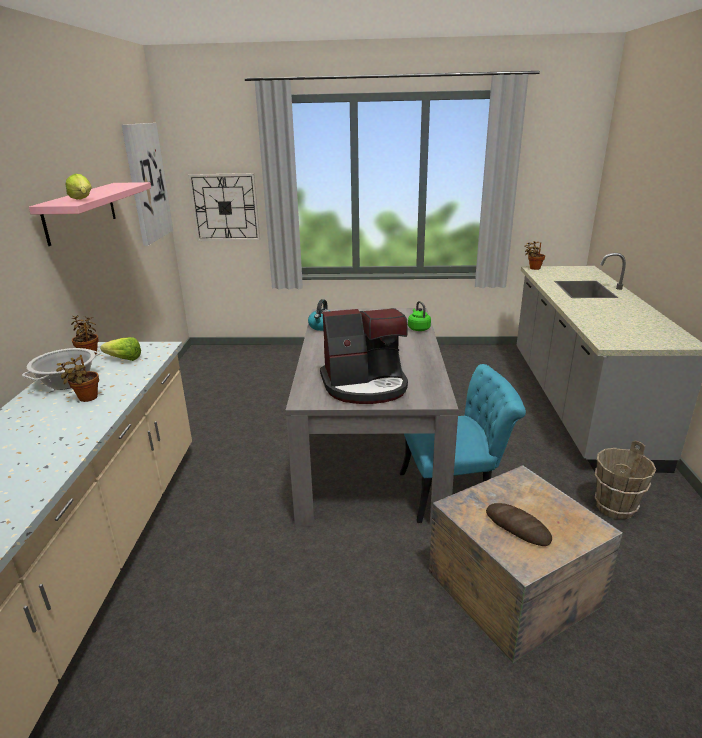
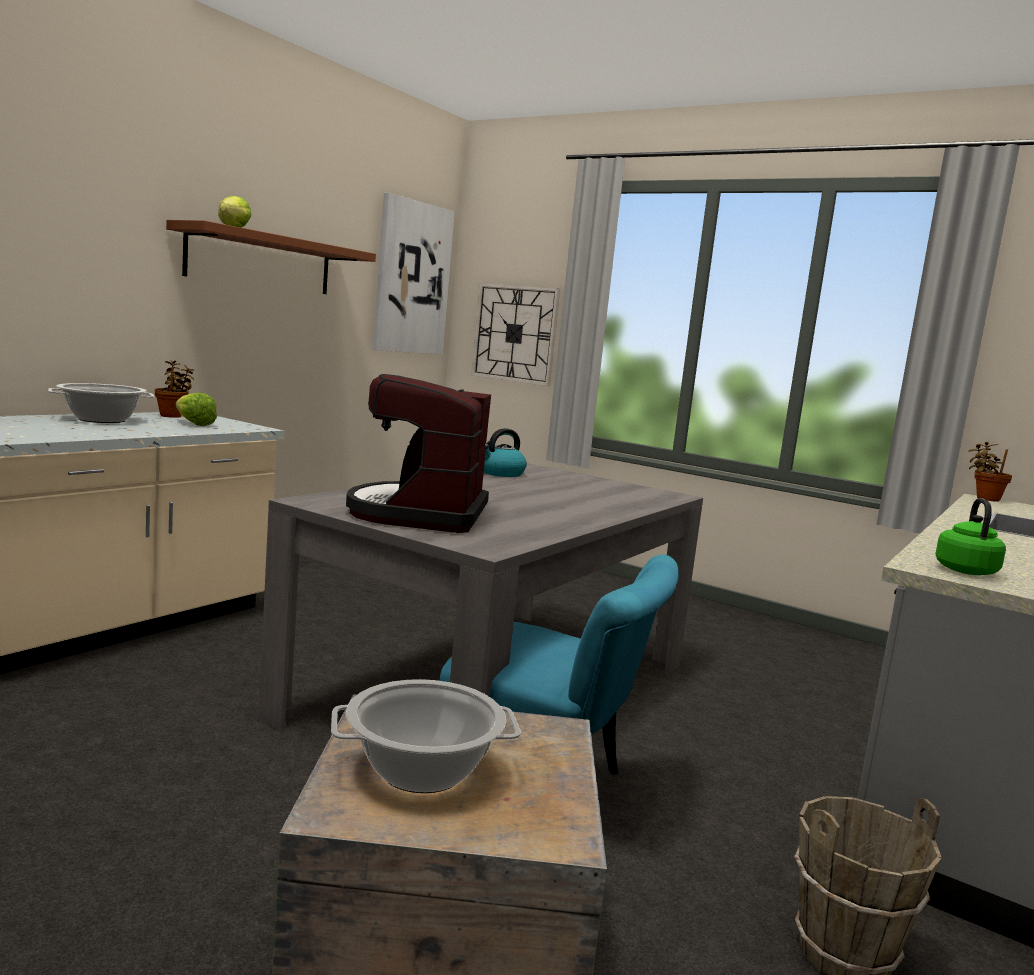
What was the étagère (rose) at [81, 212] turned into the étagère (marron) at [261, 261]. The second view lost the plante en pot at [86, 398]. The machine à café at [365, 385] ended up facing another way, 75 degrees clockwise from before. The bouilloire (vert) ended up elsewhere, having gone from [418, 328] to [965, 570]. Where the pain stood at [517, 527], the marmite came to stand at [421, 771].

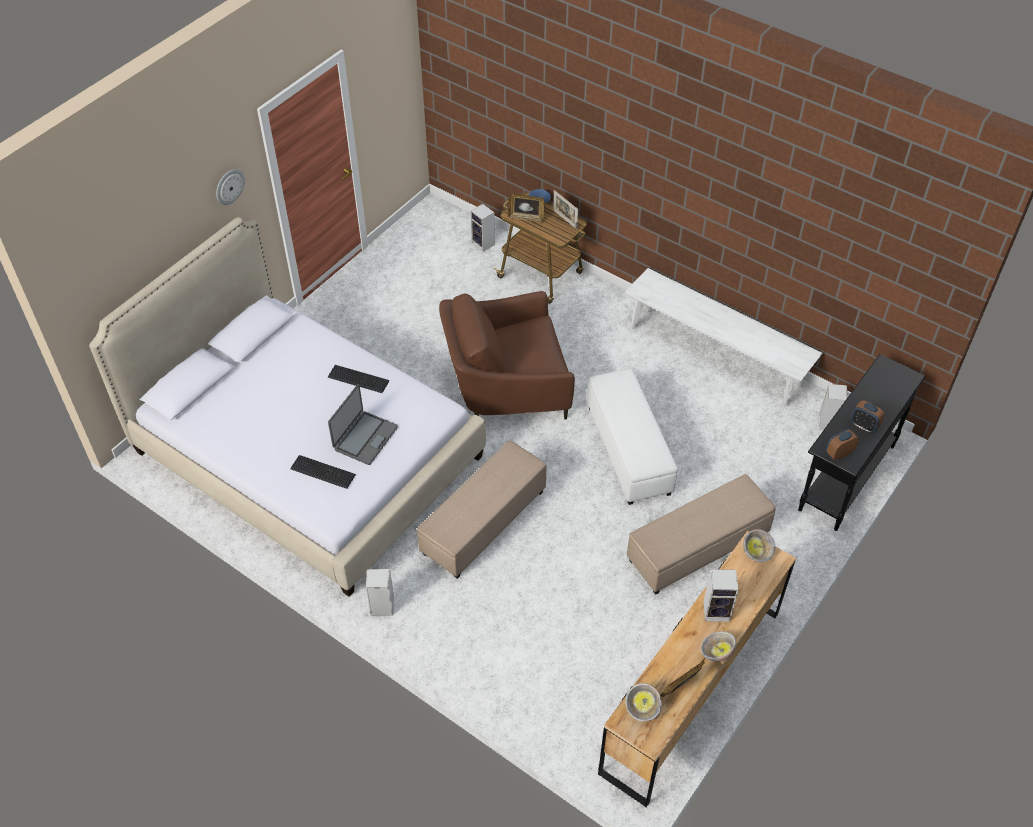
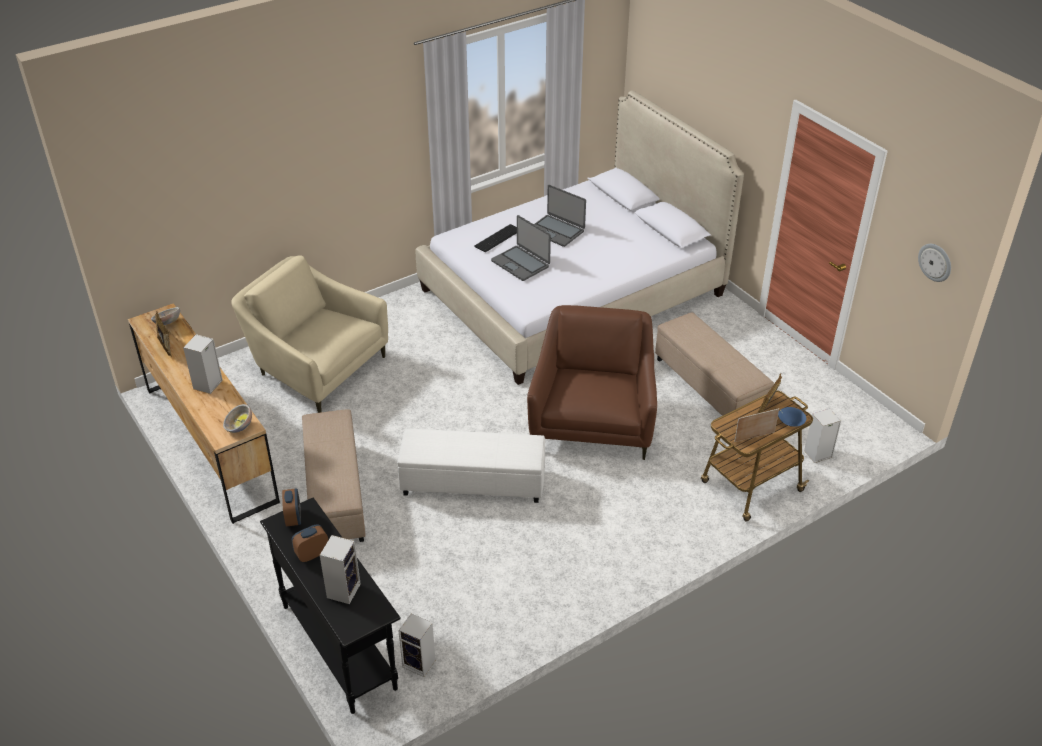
The horloge murale ended up elsewhere, having gone from [229, 186] to [935, 262]. The second view lost the clavier at [358, 378]. The enceinte ended up elsewhere, having gone from [381, 607] to [343, 589]. The pouf (beige) ended up elsewhere, having gone from [483, 522] to [710, 386]. The second view lost the banc (blanc) at [715, 356]. The second view lost the bol at [716, 652]. The second view gained the fauteuil (beige) at [316, 368]. The second view gained the ordinateur portable at [556, 231].

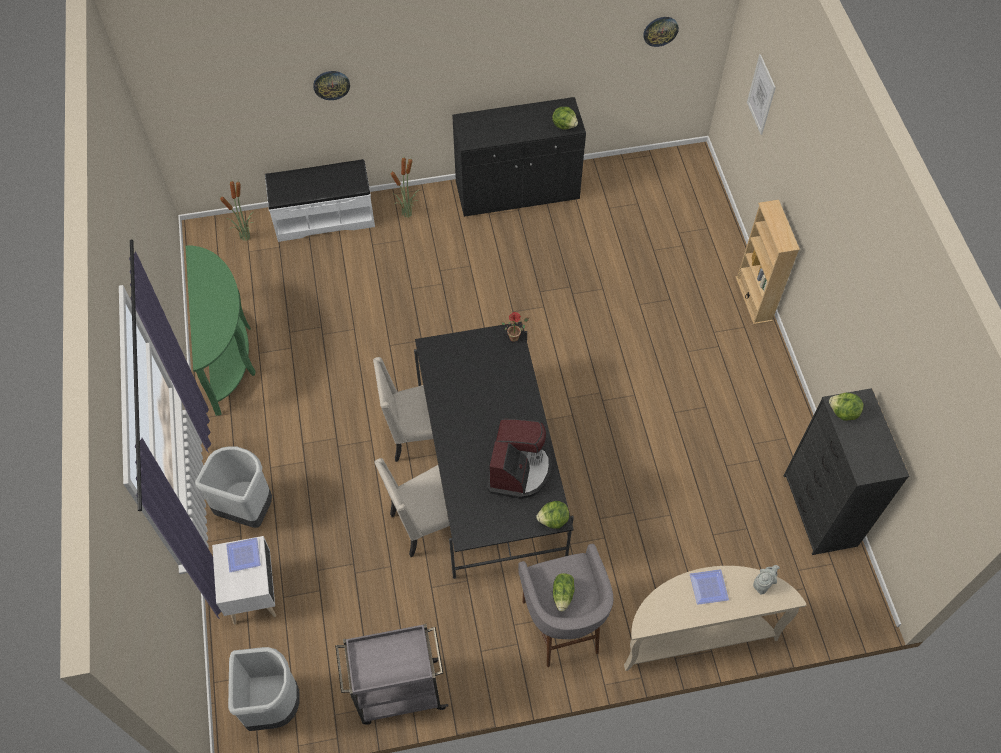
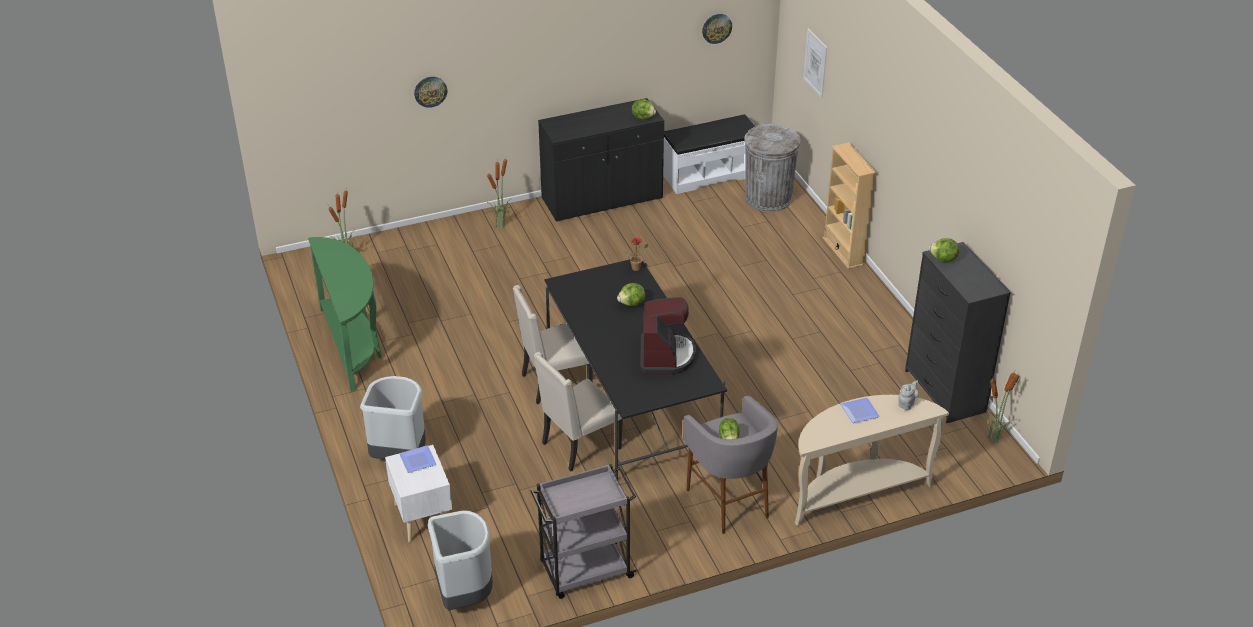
The banc (blanc) ended up elsewhere, having gone from [324, 217] to [709, 174]. The laitue ended up elsewhere, having gone from [553, 520] to [632, 304]. The second view gained the poubelle (gris) at [768, 198]. The second view gained the plante en pot at [994, 441].

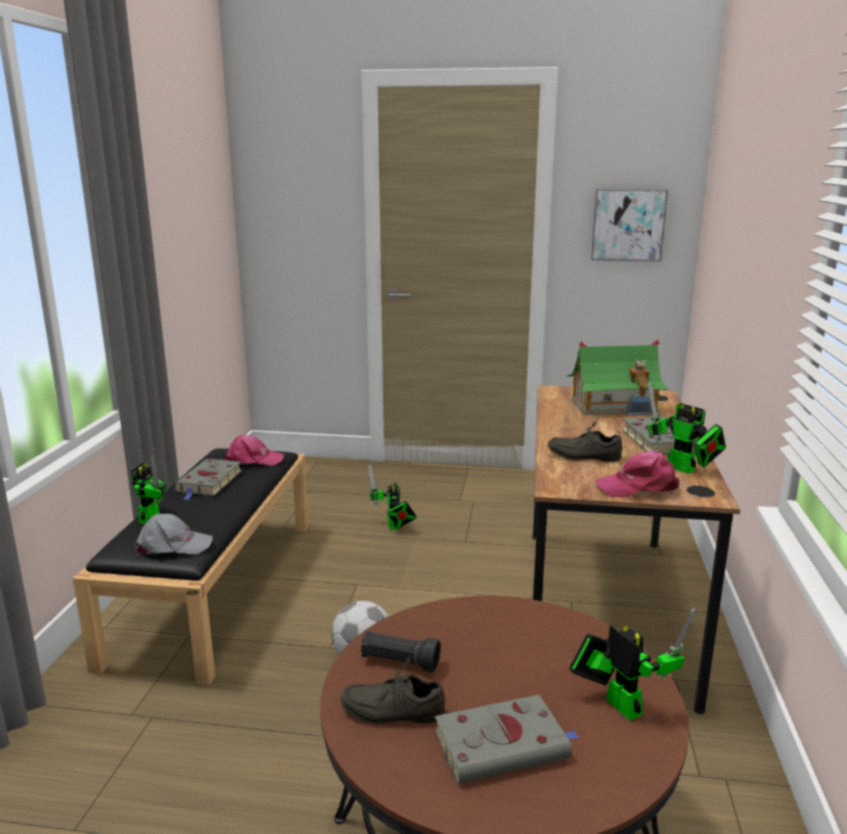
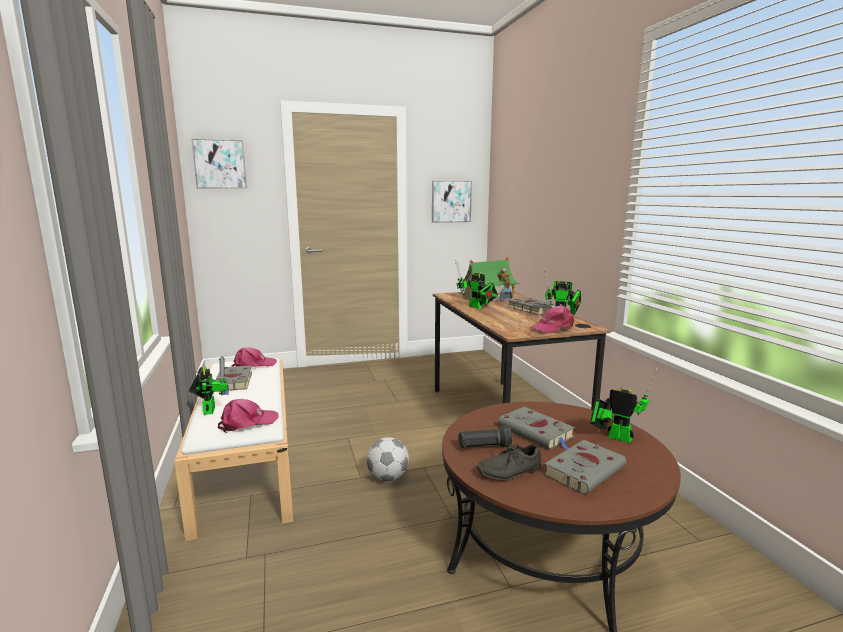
What was the banc (noir) at [216, 587] turned into the banc (blanc) at [246, 461]. What was the casquette (gris) at [173, 546] turned into the casquette (rose) at [247, 422]. The robot jouet ended up elsewhere, having gone from [393, 527] to [477, 307]. The second view lost the chaussure (gris) at [583, 455]. The second view gained the tableau at [220, 164]. The second view gained the livre (gris) at [537, 433].

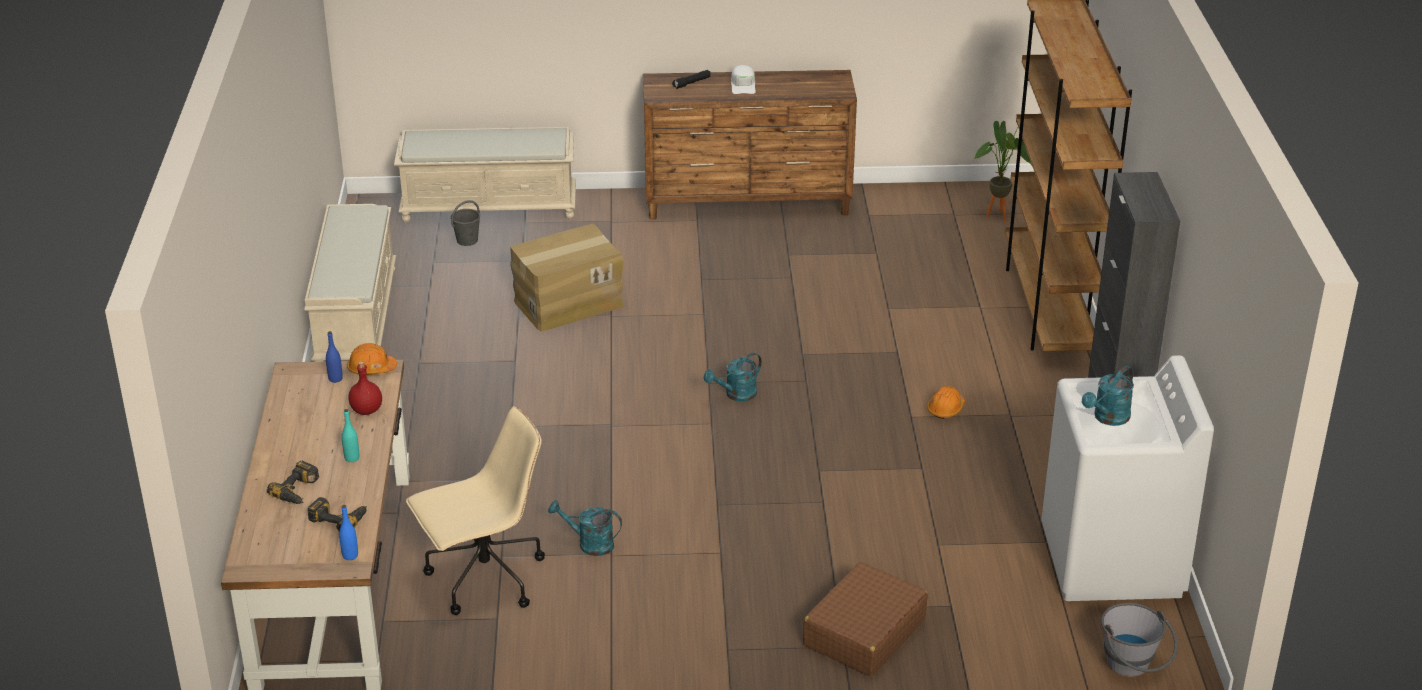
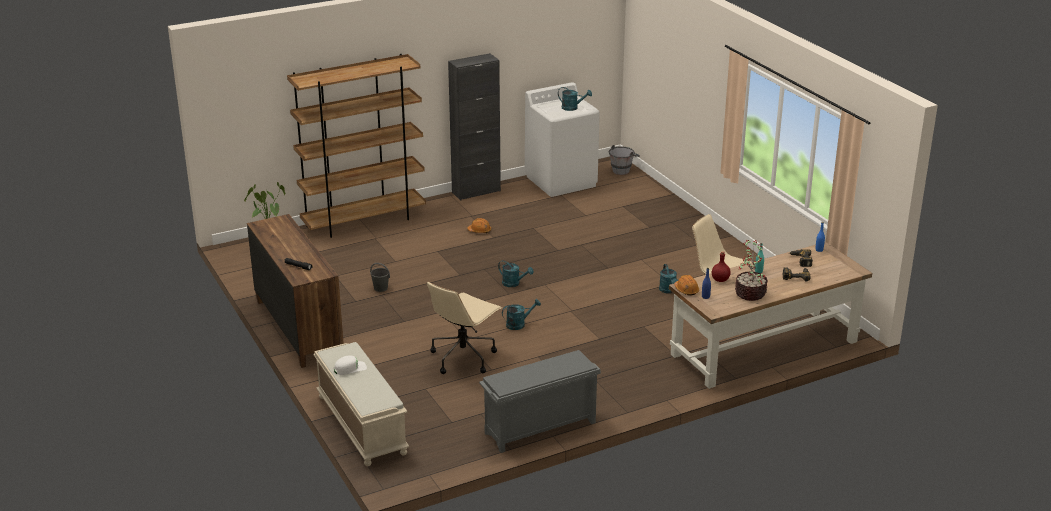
Where the banc (beige) stood at [355, 317], the étagère à chaussures (gris) came to stand at [539, 428]. The seau (gris) ended up elsewhere, having gone from [467, 240] to [380, 288]. Where the carton stood at [567, 303], the chaise de bureau (beige) came to stand at [463, 357]. The casquette (blanc) ended up elsewhere, having gone from [743, 85] to [350, 368]. The second view lost the valise (marron) at [863, 633]. The second view gained the arrosoir (turquoise) at [519, 324]. The second view gained the plante en pot at [749, 293].

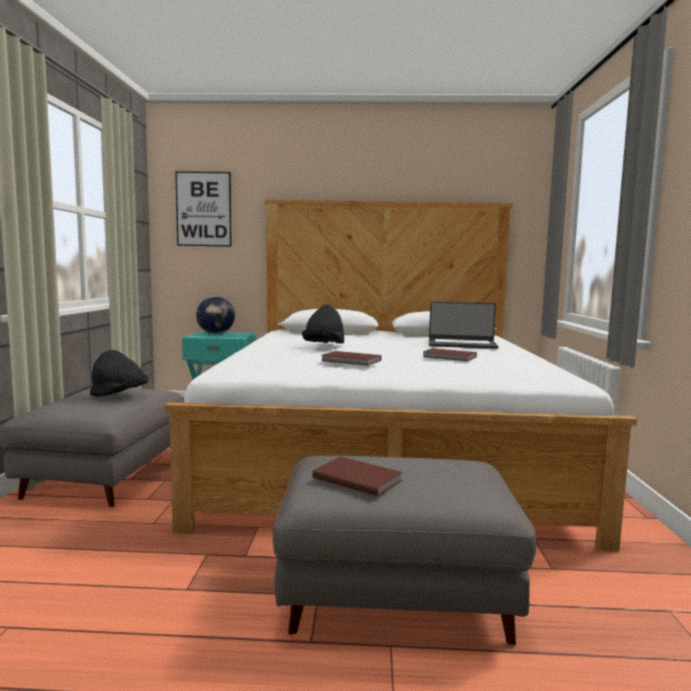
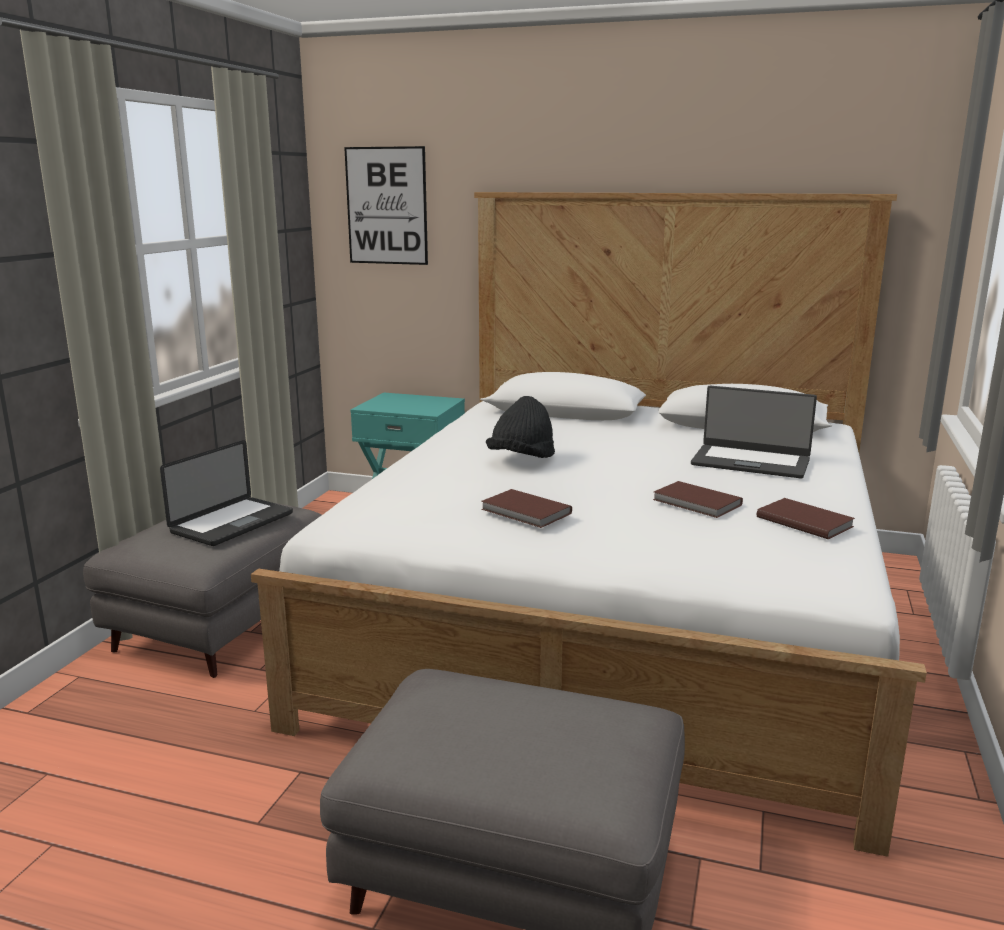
Where the chapeau (noir) stood at [119, 396], the ordinateur portable came to stand at [232, 523]. The second view lost the globe at [216, 334]. The livre (marron) ended up elsewhere, having gone from [357, 478] to [804, 521].

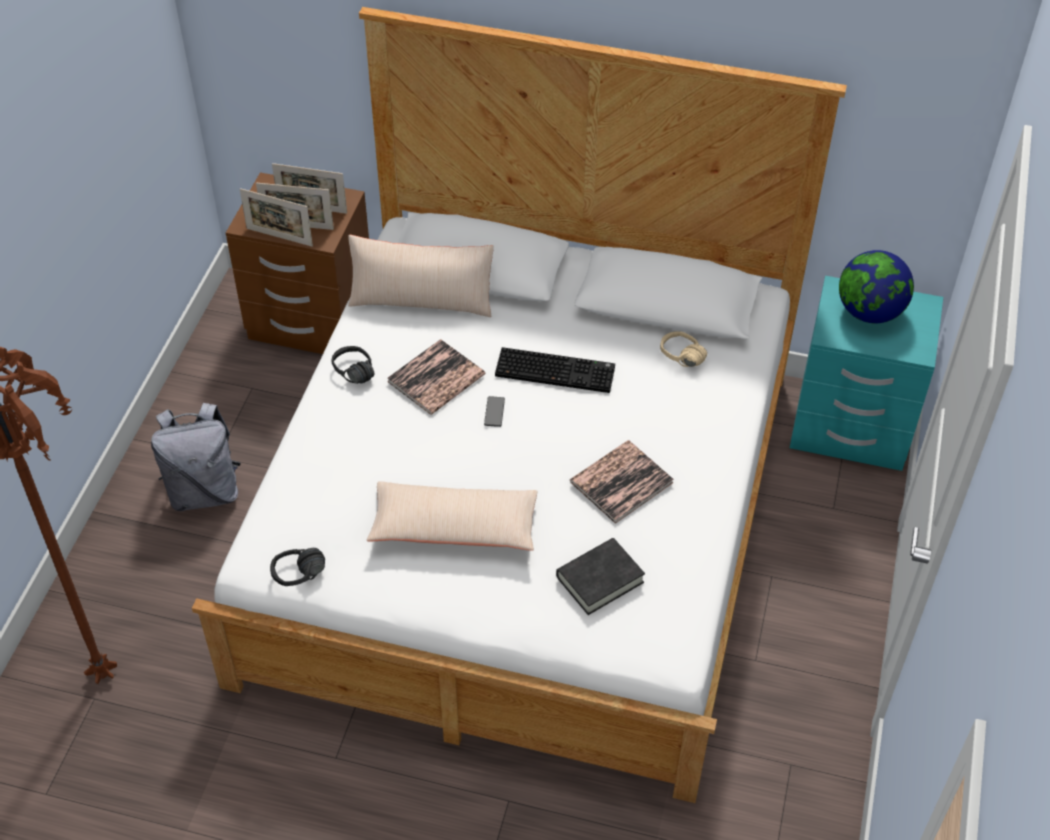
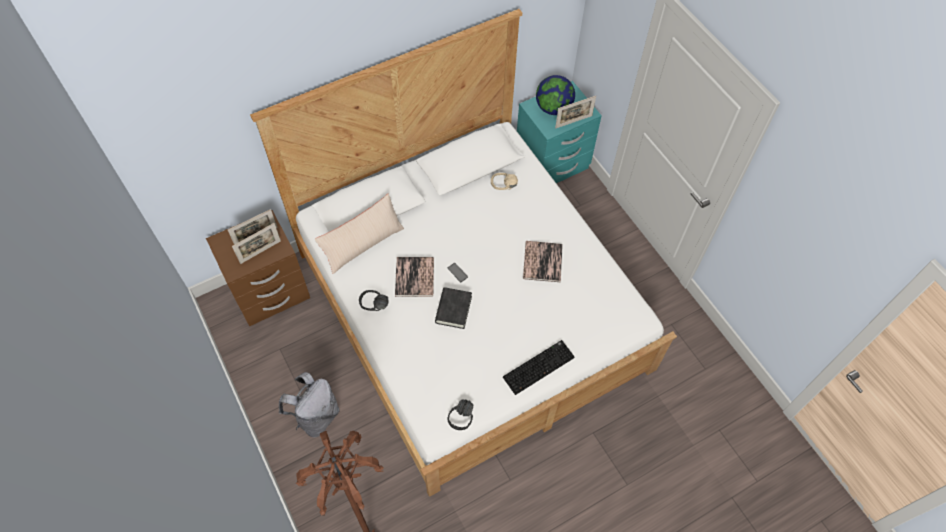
The cadre photo ended up elsewhere, having gone from [279, 237] to [573, 122]. The second view lost the coussin (beige) at [454, 527]. The clavier ended up elsewhere, having gone from [556, 370] to [538, 366]. The livre (noir) ended up elsewhere, having gone from [599, 580] to [453, 310].

